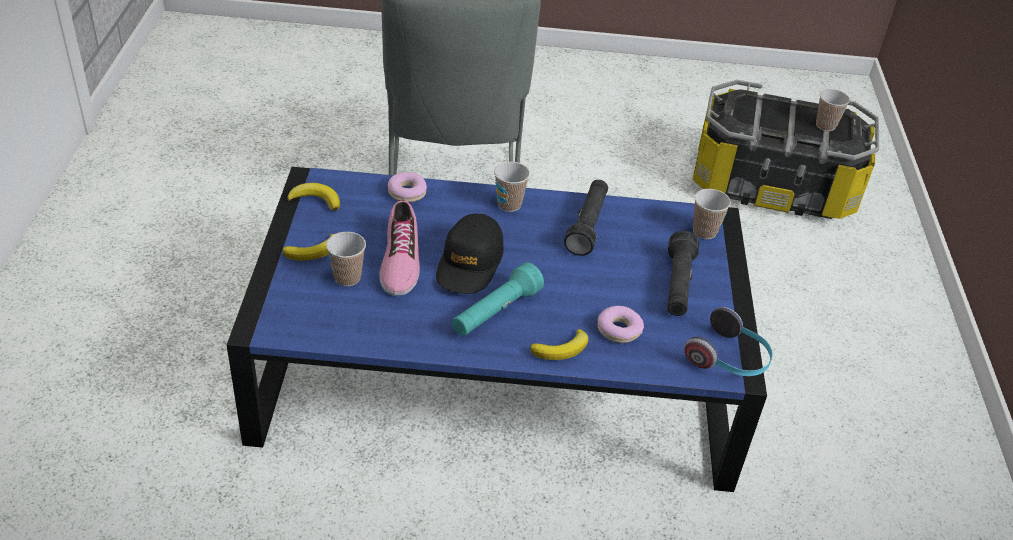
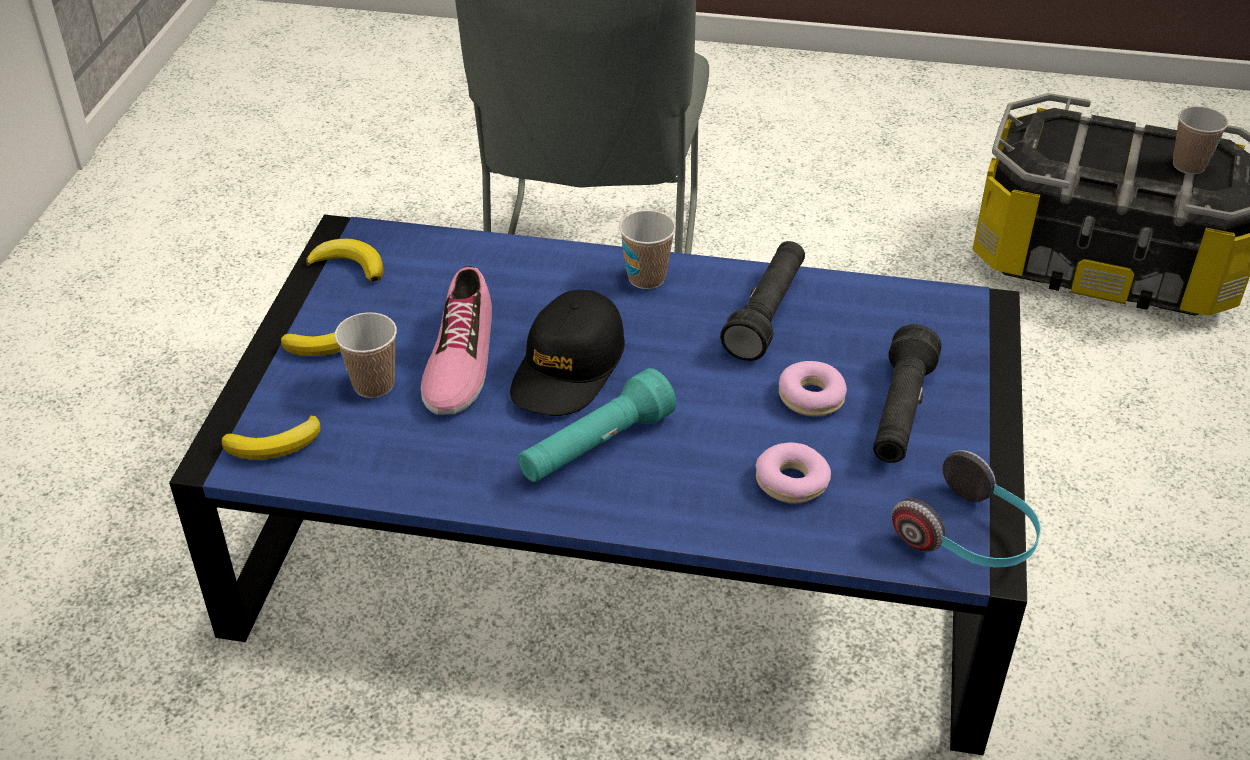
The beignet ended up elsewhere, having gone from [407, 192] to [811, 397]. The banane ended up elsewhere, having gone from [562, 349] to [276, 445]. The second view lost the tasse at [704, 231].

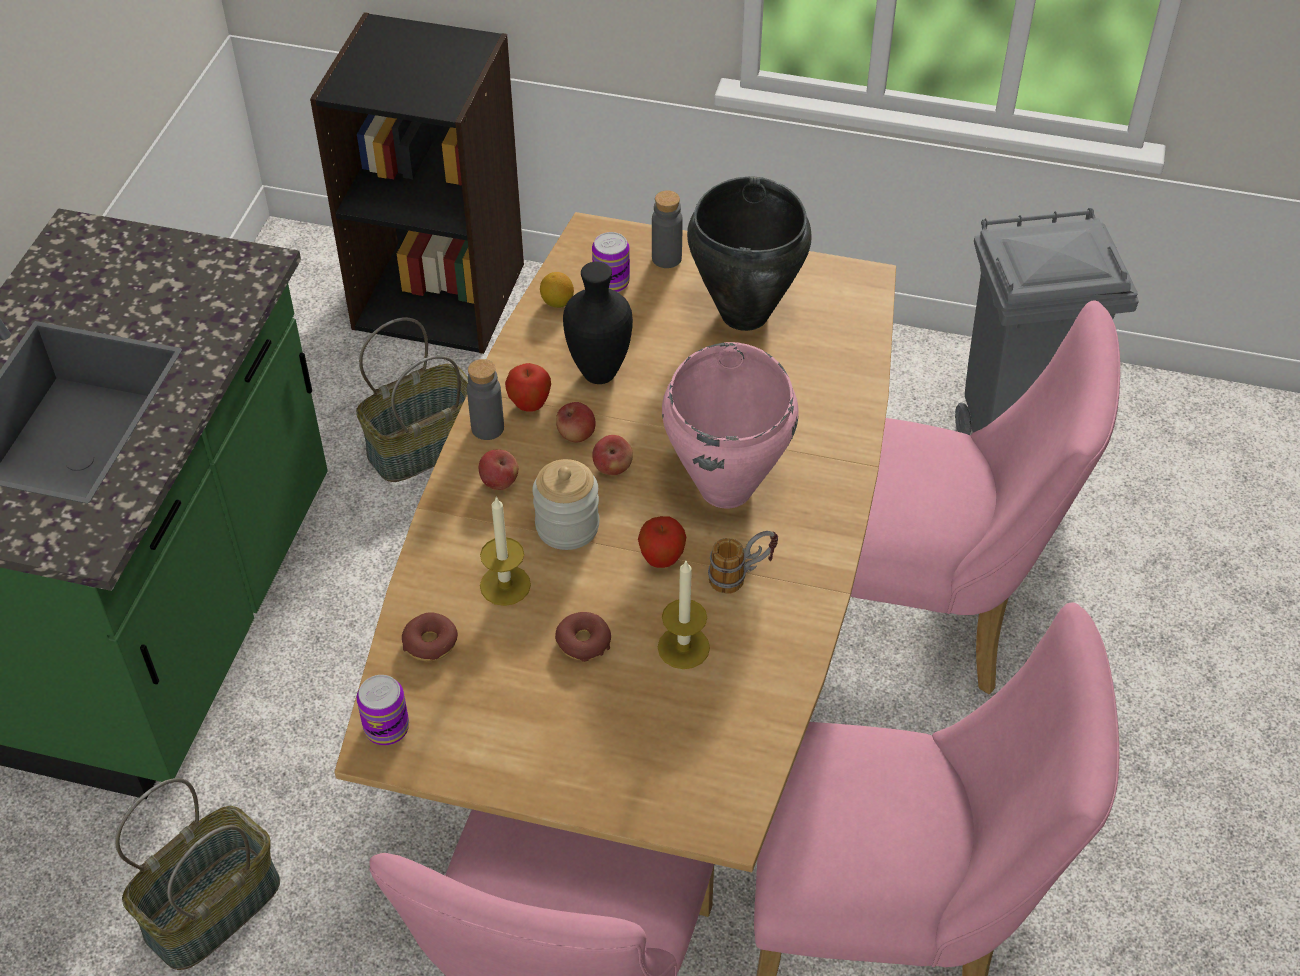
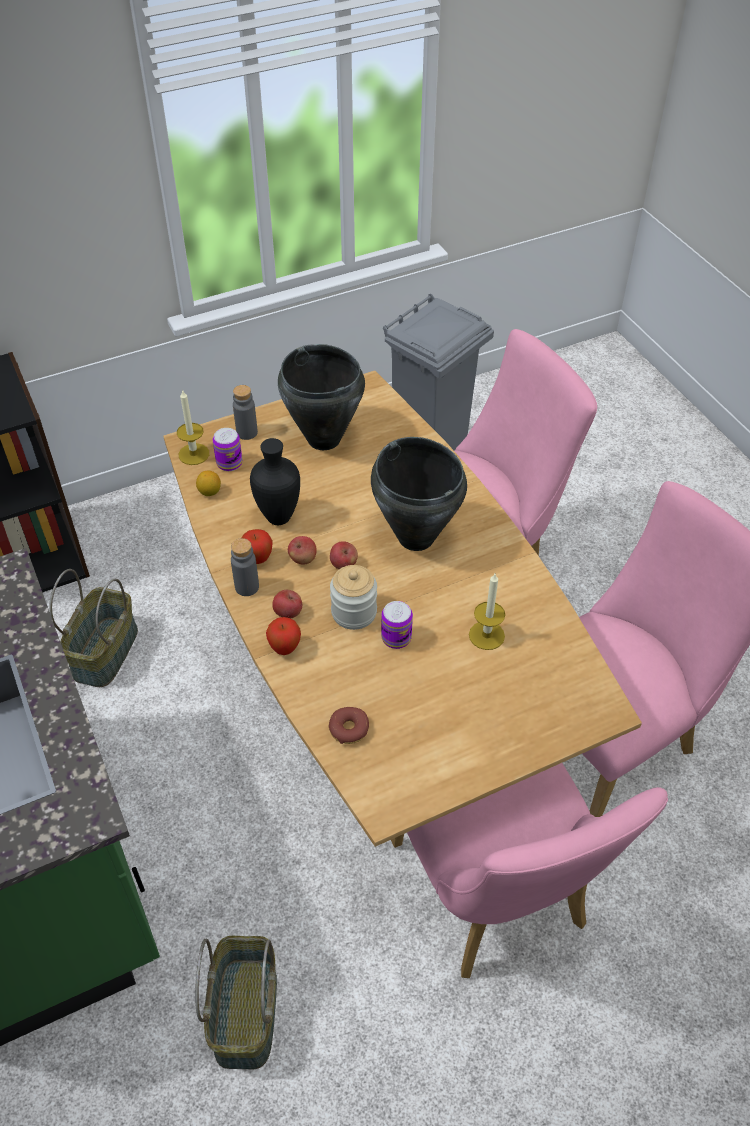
The boîte métallique ended up elsewhere, having gone from [386, 728] to [396, 638]. The bougie ended up elsewhere, having gone from [505, 585] to [194, 454]. The second view lost the beignet at [583, 642]. The pomme ended up elsewhere, having gone from [661, 560] to [285, 648]. What was the marmite (rose) at [727, 488] turned into the marmite (noir) at [416, 537]. The second view lost the mug at [742, 576].

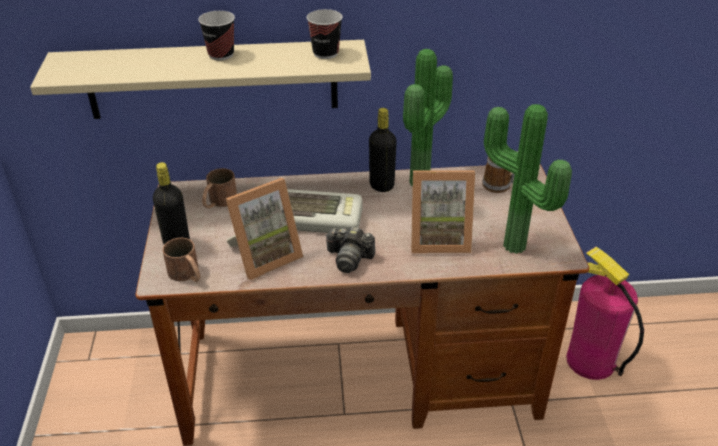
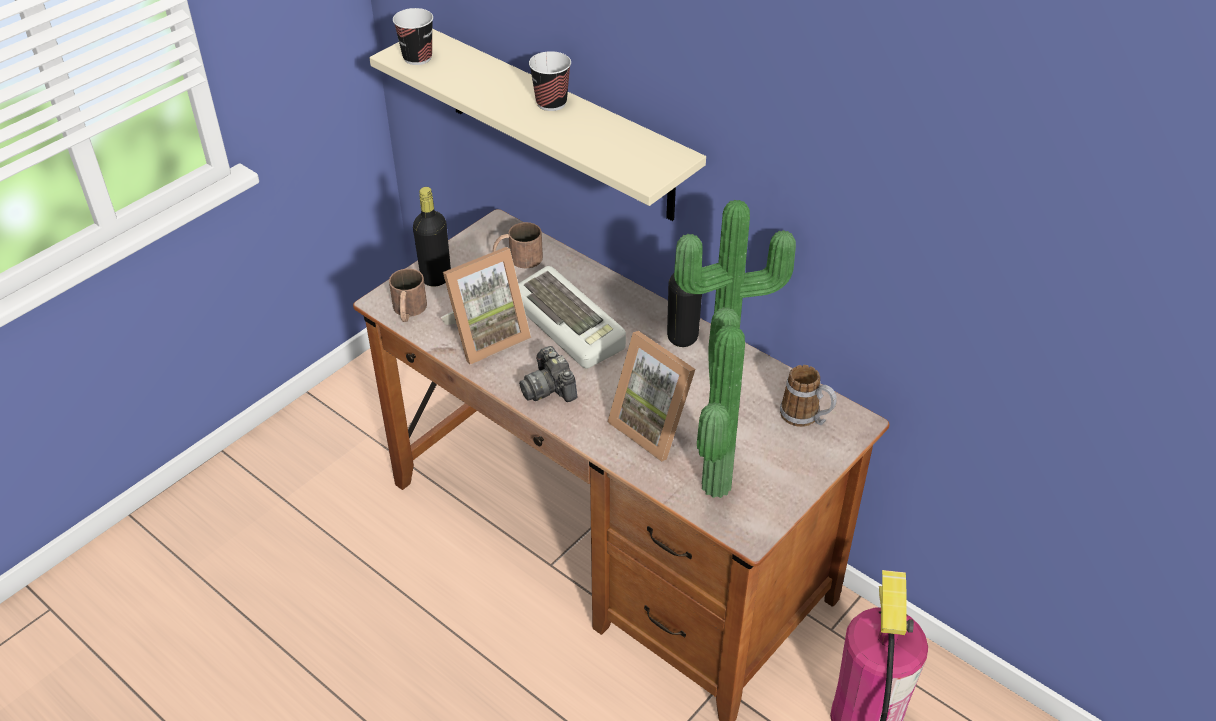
The cadre photo at [264, 256] ended up facing another way, 45 degrees counterclockwise from before. The tasse ended up elsewhere, having gone from [325, 53] to [417, 58].

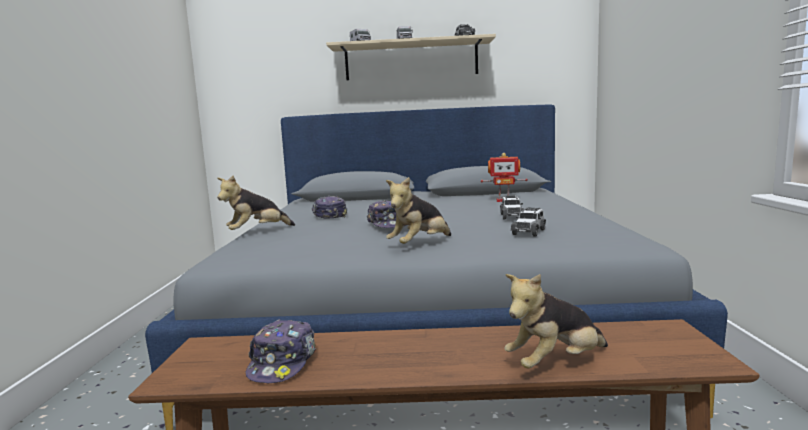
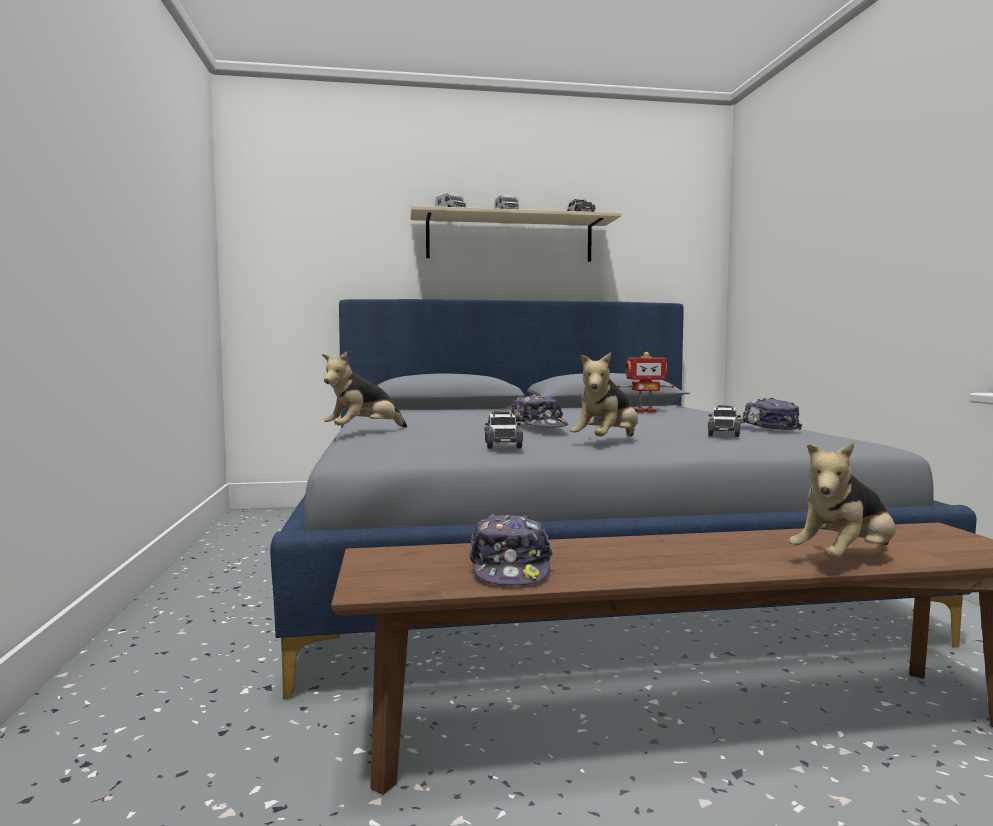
The casquette ended up elsewhere, having gone from [329, 216] to [764, 428]. The petite voiture ended up elsewhere, having gone from [511, 216] to [502, 445].

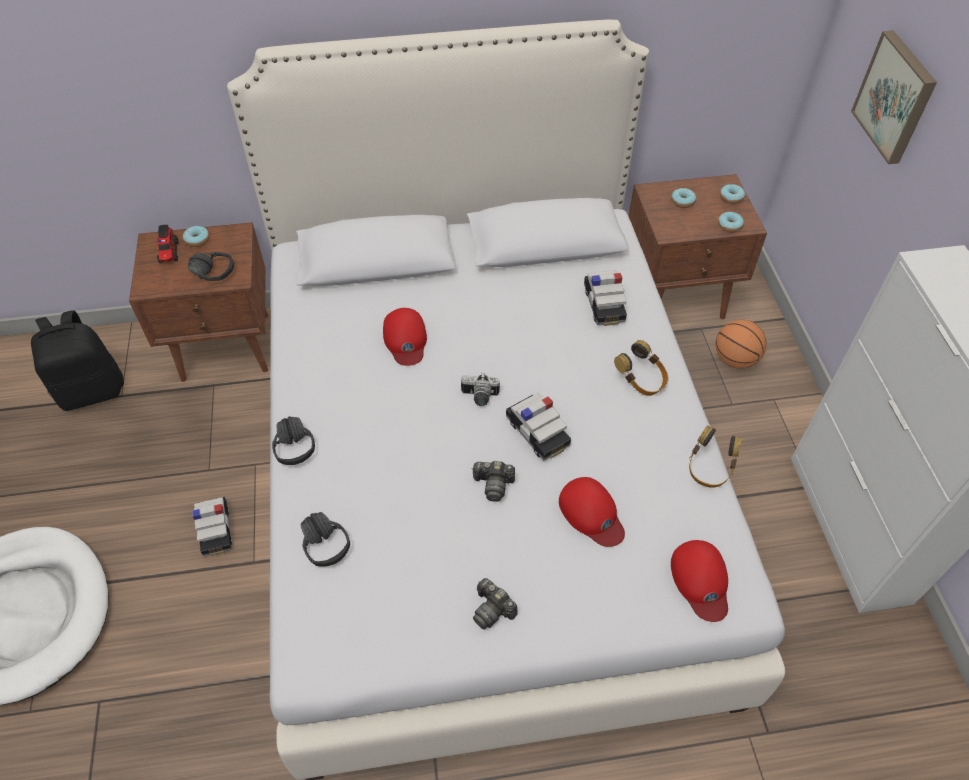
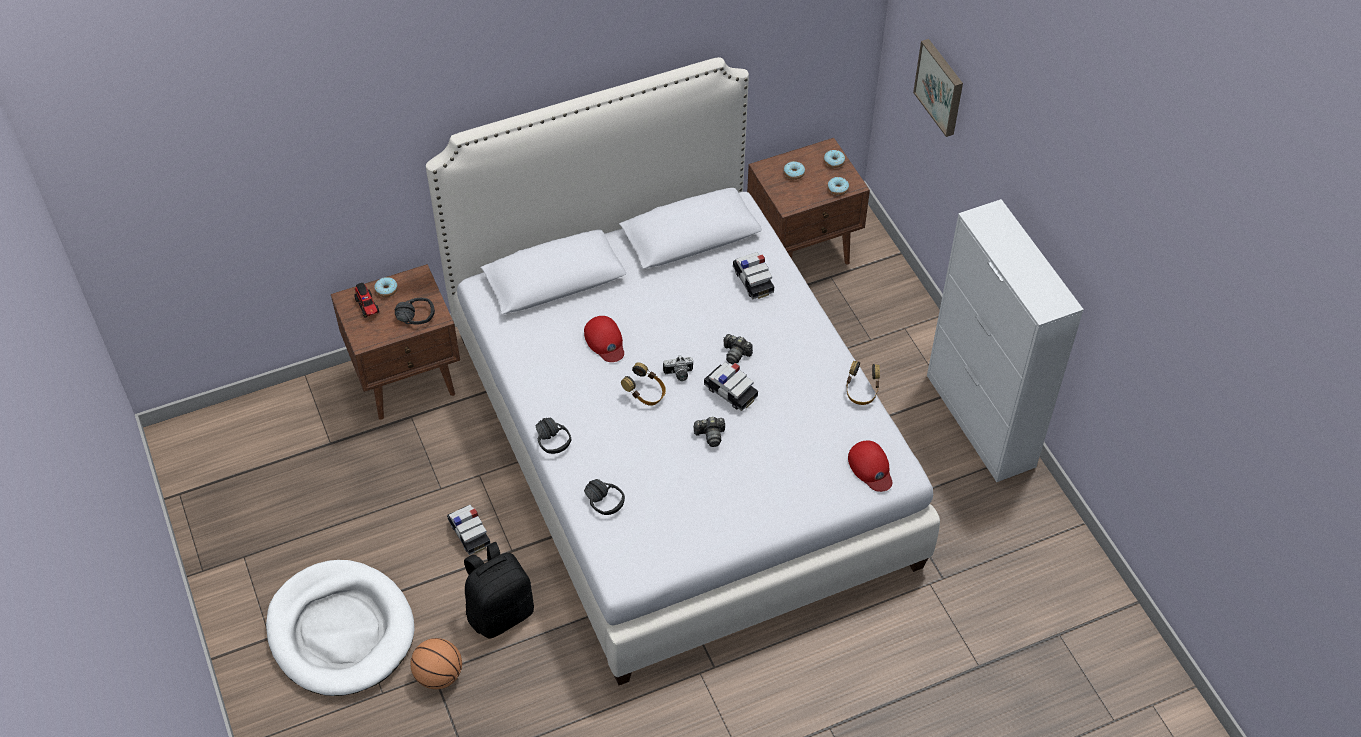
The sac à dos (noir) ended up elsewhere, having gone from [92, 390] to [500, 612]. The appareil photo ended up elsewhere, having gone from [492, 609] to [736, 354]. The second view lost the casquette (rouge) at [591, 514]. The casque audio ended up elsewhere, having gone from [641, 380] to [645, 394]. The ballon de basket ended up elsewhere, having gone from [735, 359] to [439, 675].

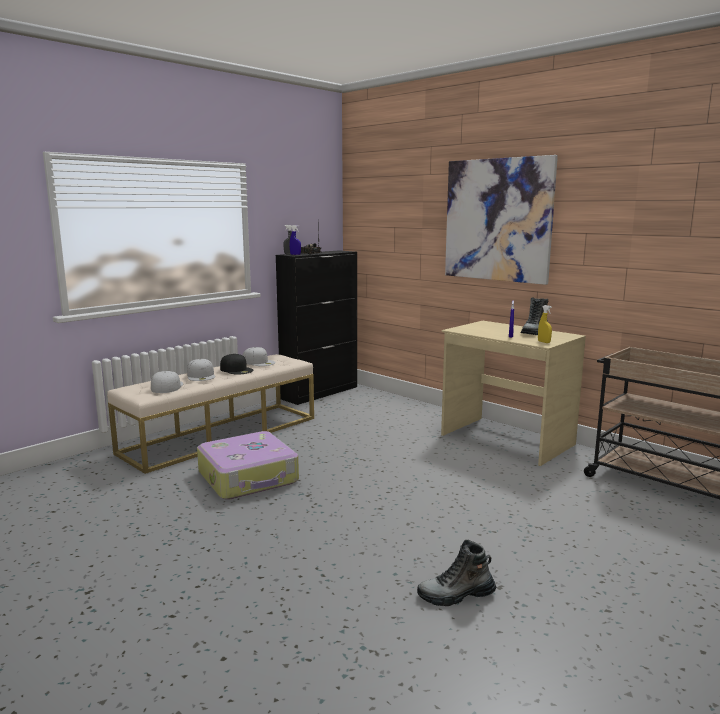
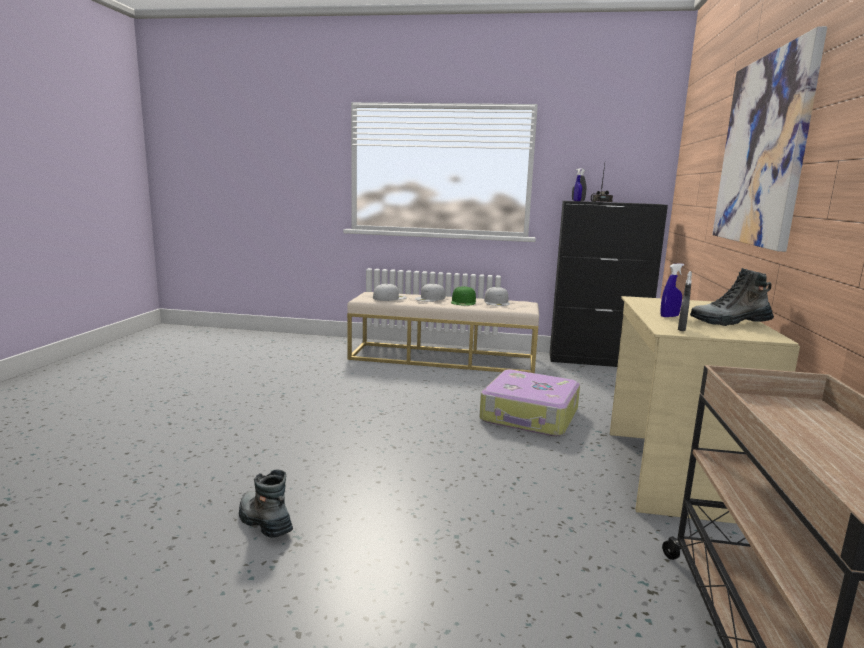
The valise ended up elsewhere, having gone from [249, 477] to [530, 416]. What was the casquette (noir) at [236, 370] turned into the casquette (vert) at [463, 301]. What was the vaporisateur (jaune) at [544, 342] turned into the vaporisateur (gris) at [681, 329].

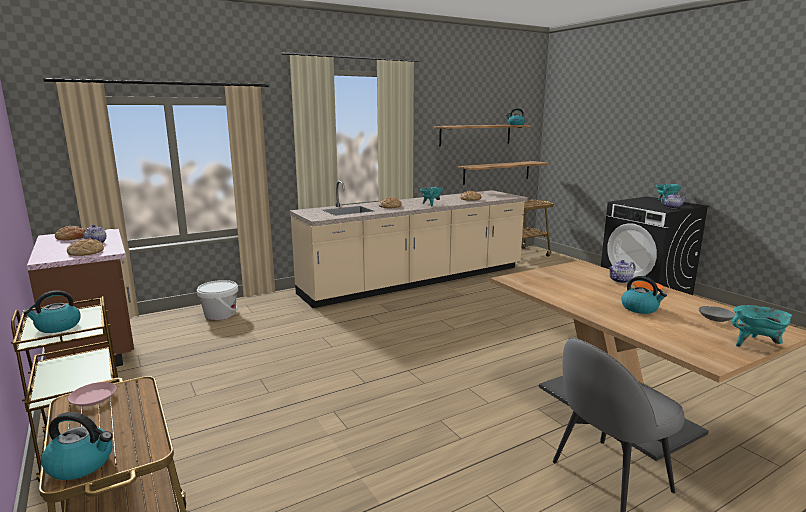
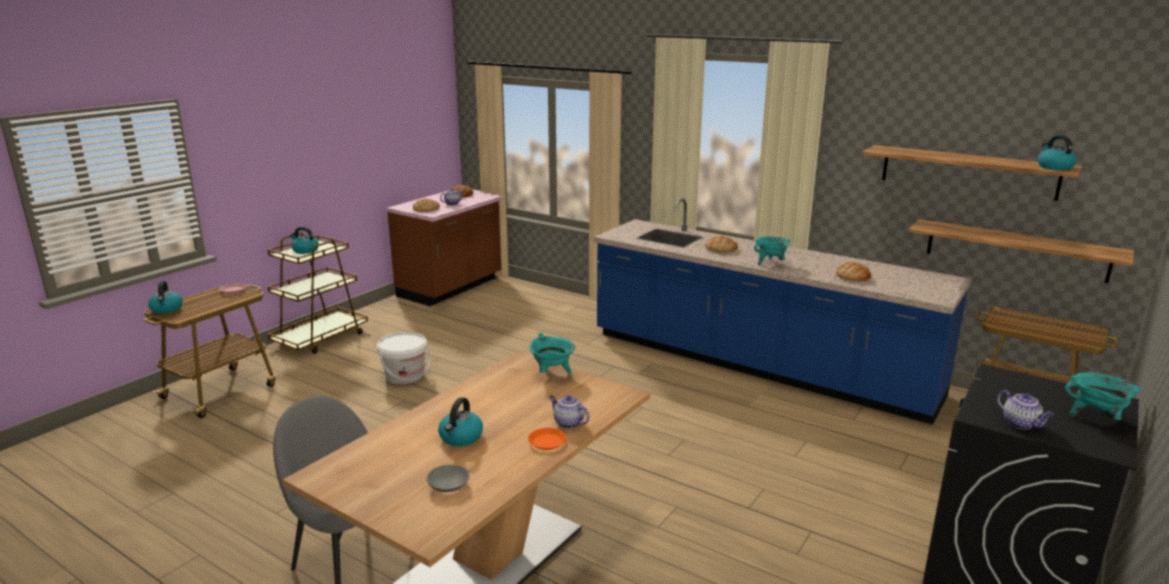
The seau (blanc) ended up elsewhere, having gone from [220, 314] to [405, 376]. What was the comptoir de cuisine (beige) at [416, 281] turned into the comptoir de cuisine (bleu) at [758, 365]. The marmite (turquoise) ended up elsewhere, having gone from [756, 344] to [552, 373].

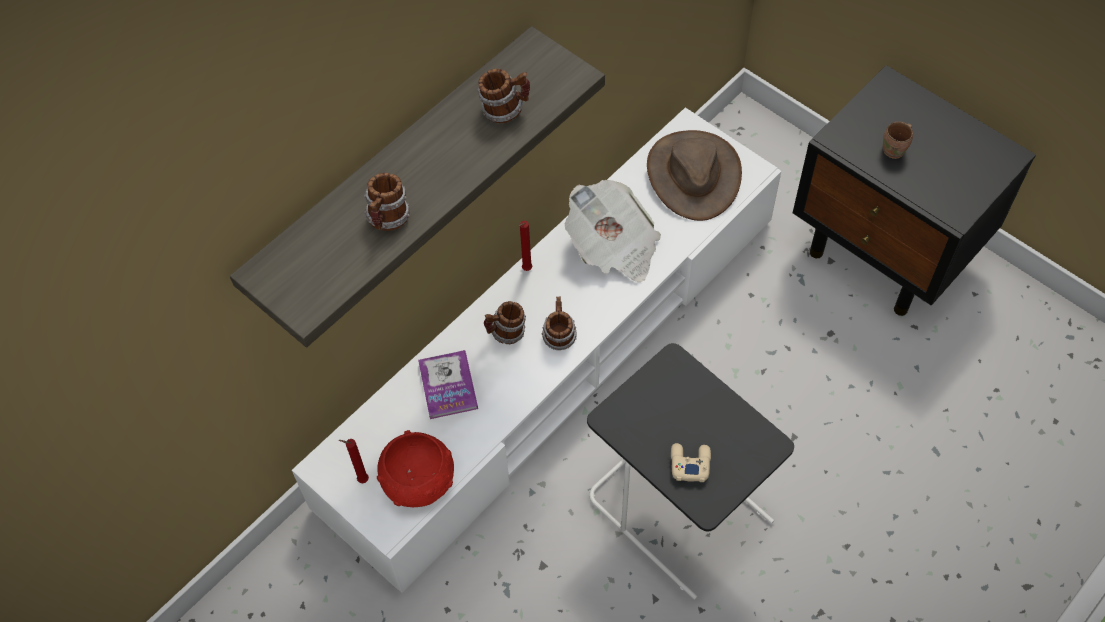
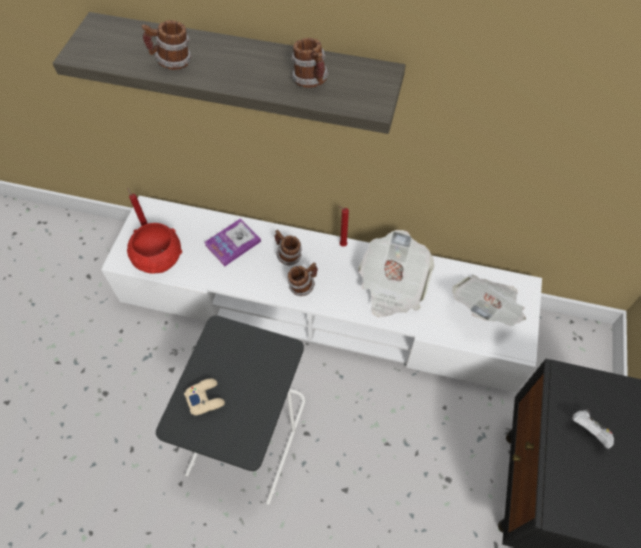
Where the chapeau (marron) stood at [693, 175], the journal came to stand at [486, 308]. Where the mug (marron) stood at [895, 150], the manette (blanc) came to stand at [589, 431].

